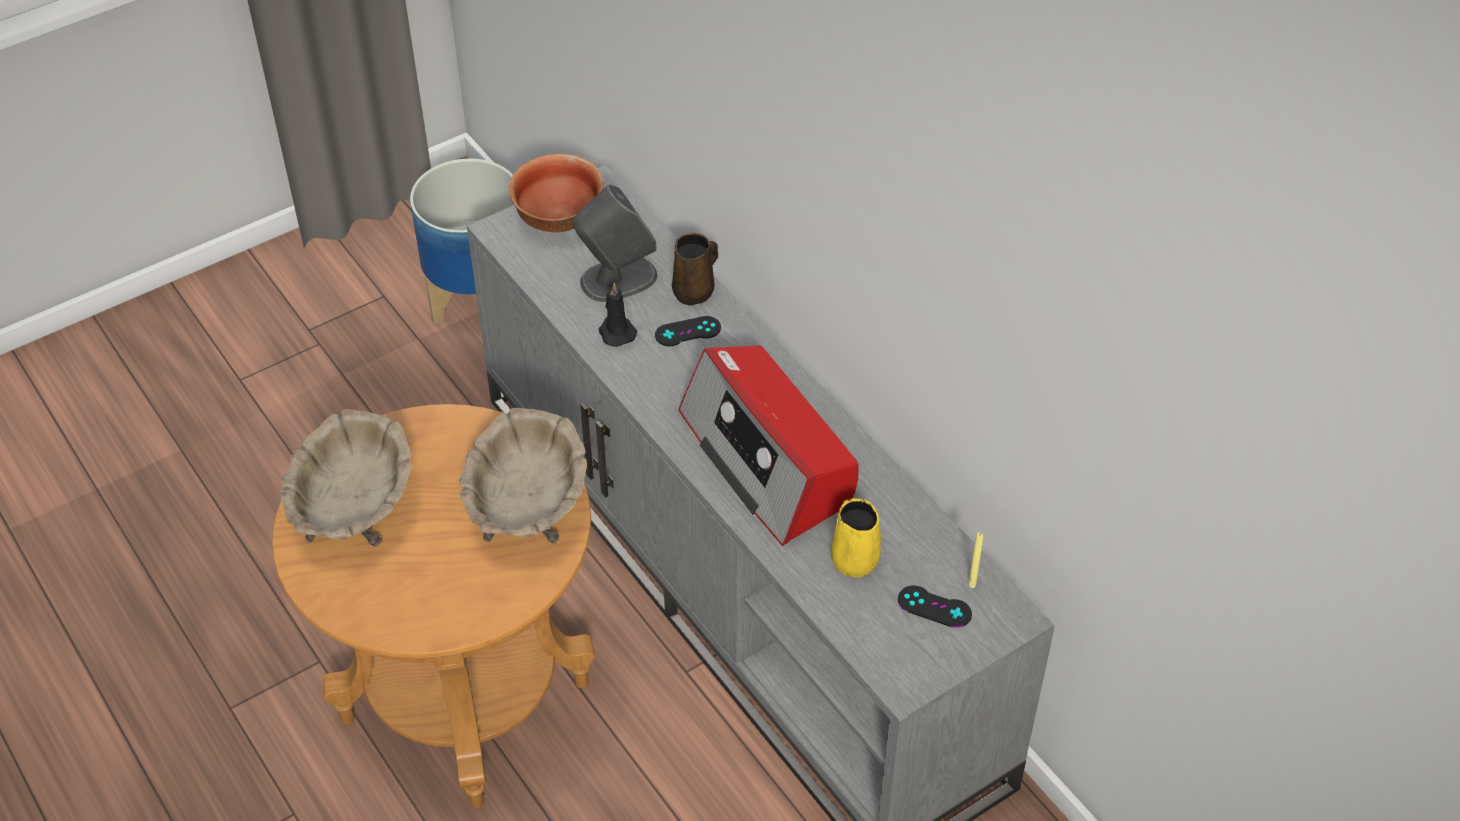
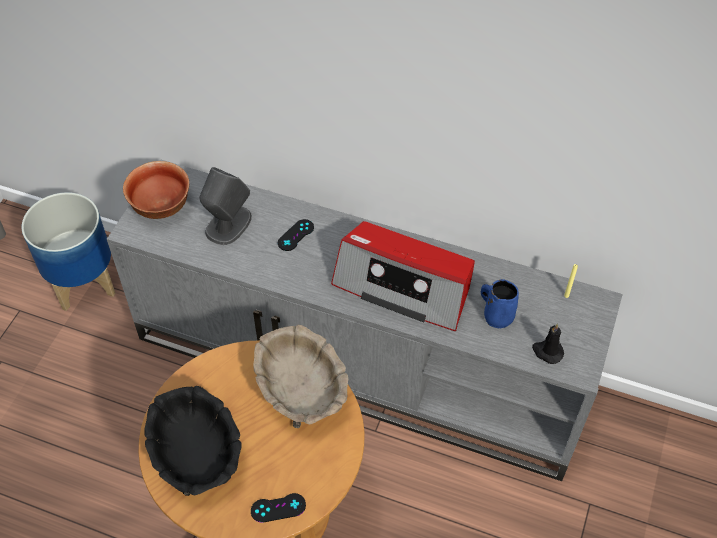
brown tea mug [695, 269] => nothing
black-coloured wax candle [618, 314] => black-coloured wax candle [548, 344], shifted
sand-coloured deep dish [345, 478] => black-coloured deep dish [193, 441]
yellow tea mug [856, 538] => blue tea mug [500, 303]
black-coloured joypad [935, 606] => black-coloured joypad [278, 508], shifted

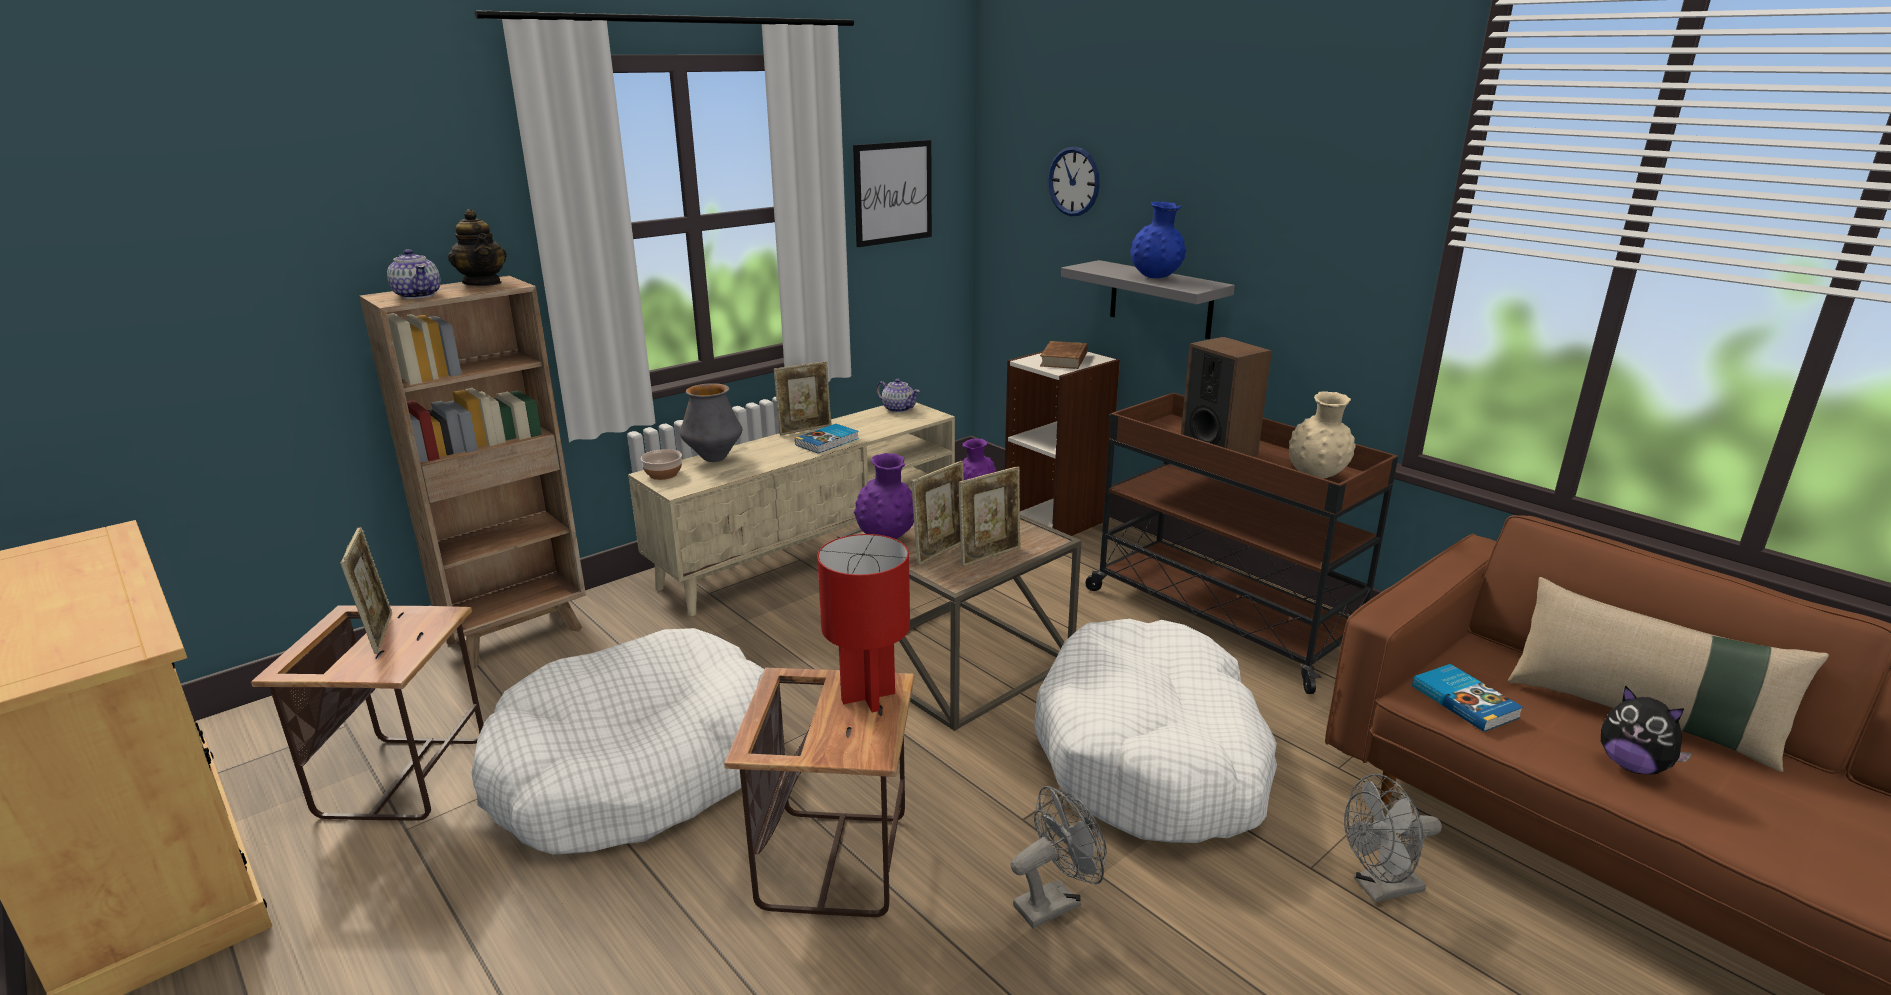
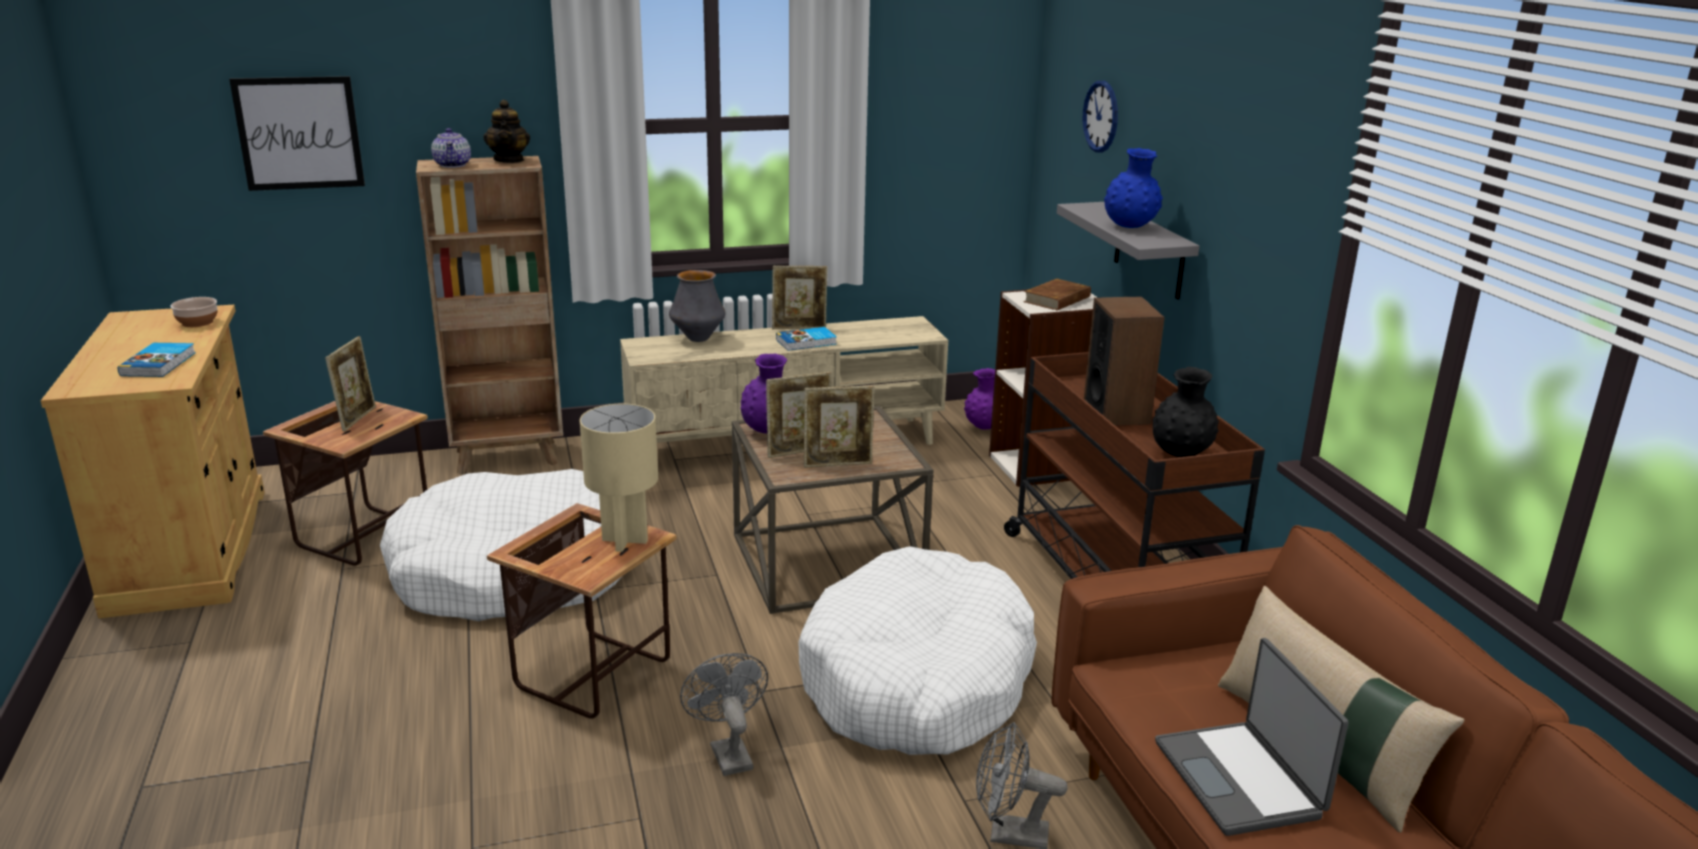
wall picture [892, 193] => wall picture [297, 133], shifted
pot for tea [898, 396] => nothing
sand-coloured vase [1322, 434] => black-coloured vase [1185, 412]
deep dish [661, 464] => deep dish [193, 312], shifted
red lamp for a table [863, 623] => sand-coloured lamp for a table [619, 478]
bound book [1467, 698] => bound book [157, 360], shifted
soft toy [1647, 729] => laptop [1252, 737]
greyish fan [1058, 857] => greyish fan [724, 714], 105 degrees counterclockwise

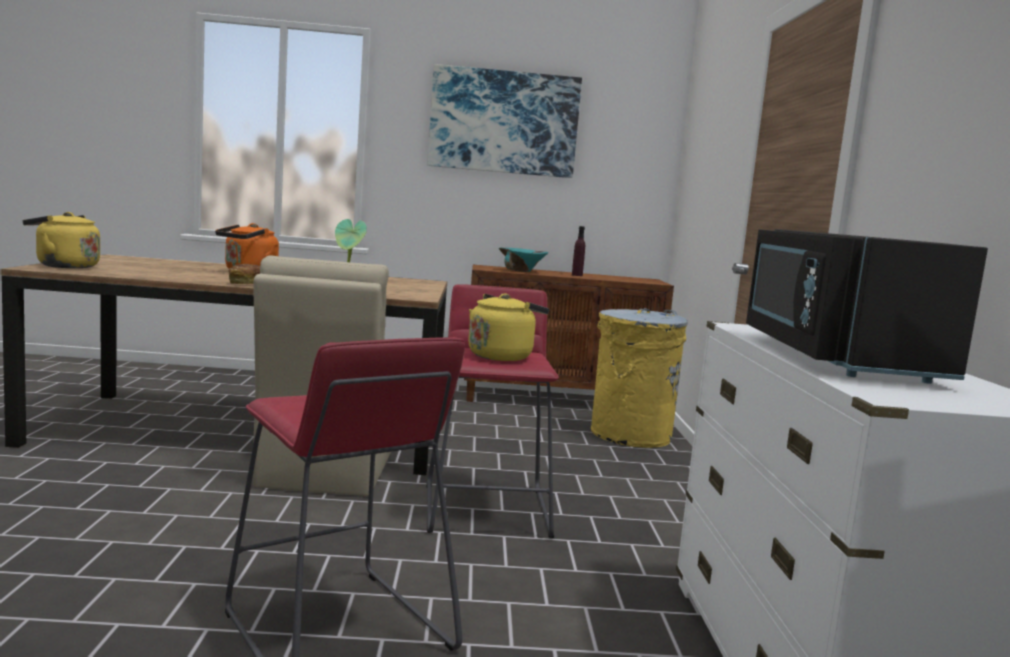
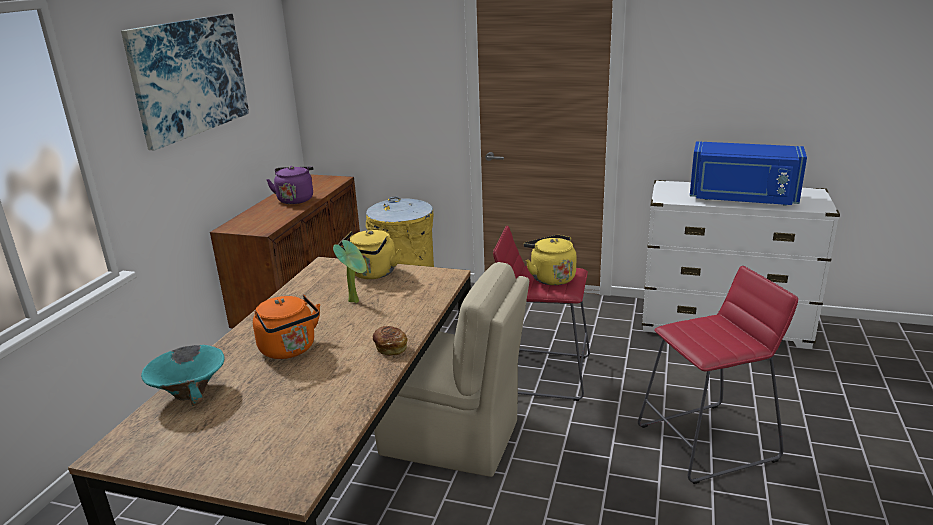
yellow water kettle [61, 240] => yellow water kettle [369, 254], shifted
purple bottle [578, 251] => purple water kettle [290, 185]
black-coloured kitchen microwave [867, 306] => blue kitchen microwave [748, 173]
turquoise deep dish [523, 259] => turquoise deep dish [183, 375], shifted

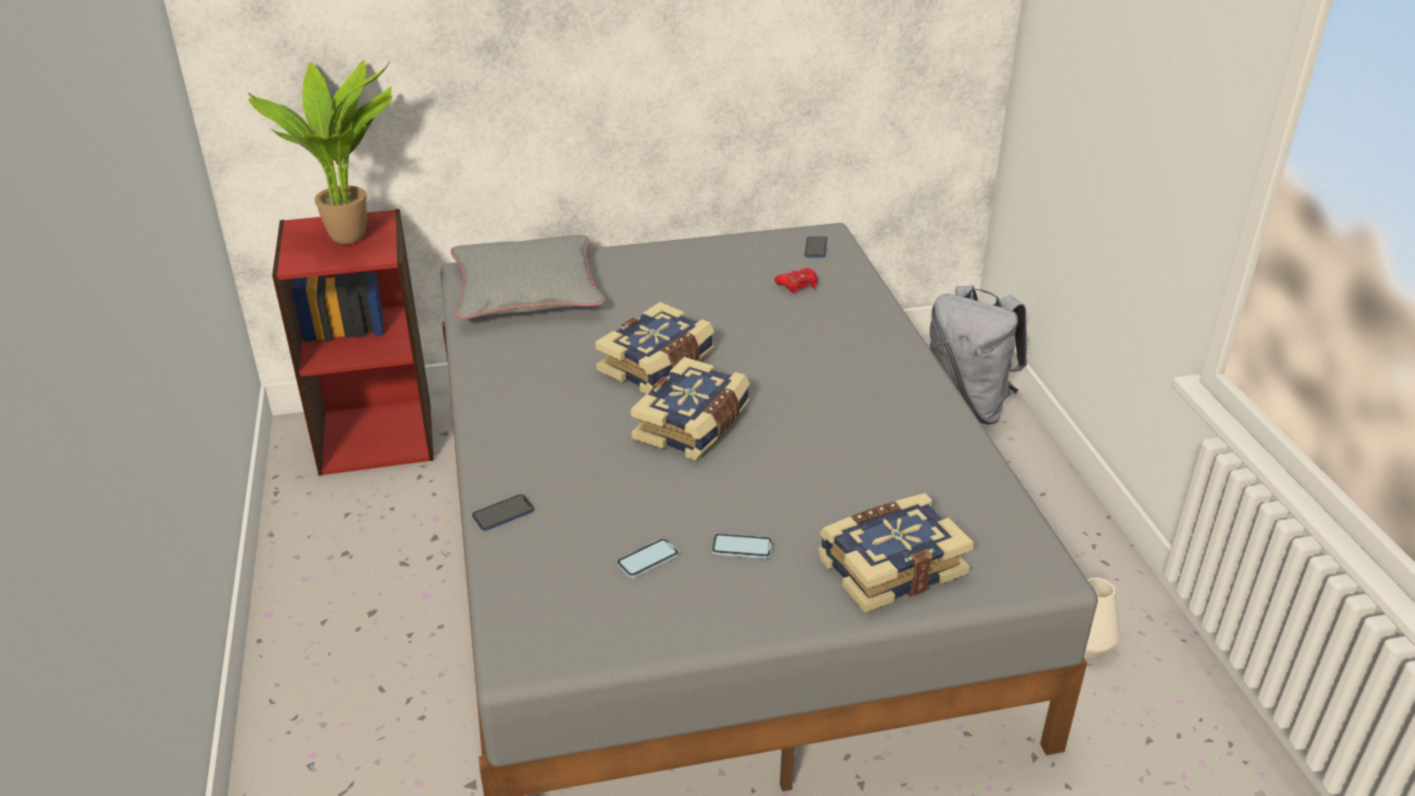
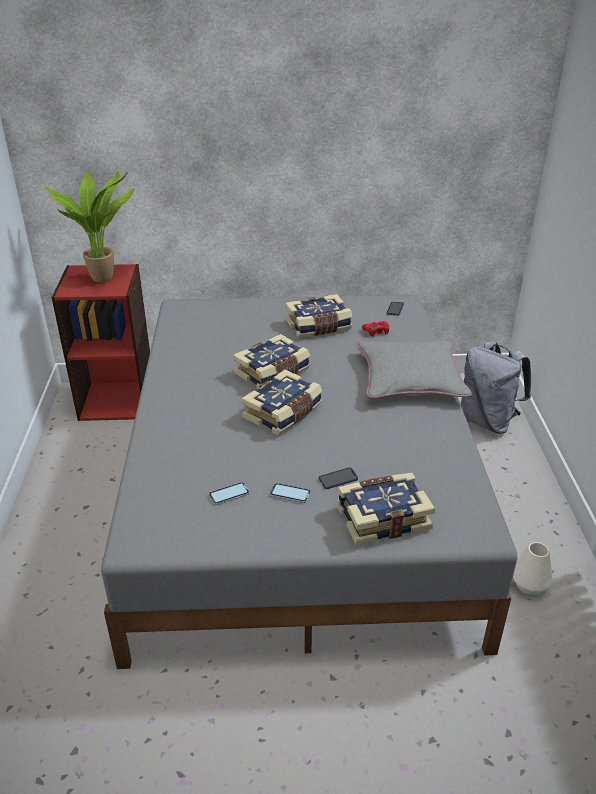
greyish throw pillow [528, 277] => greyish throw pillow [414, 369], shifted
phone [503, 512] => phone [338, 478], shifted
nothing => bound book [318, 316]

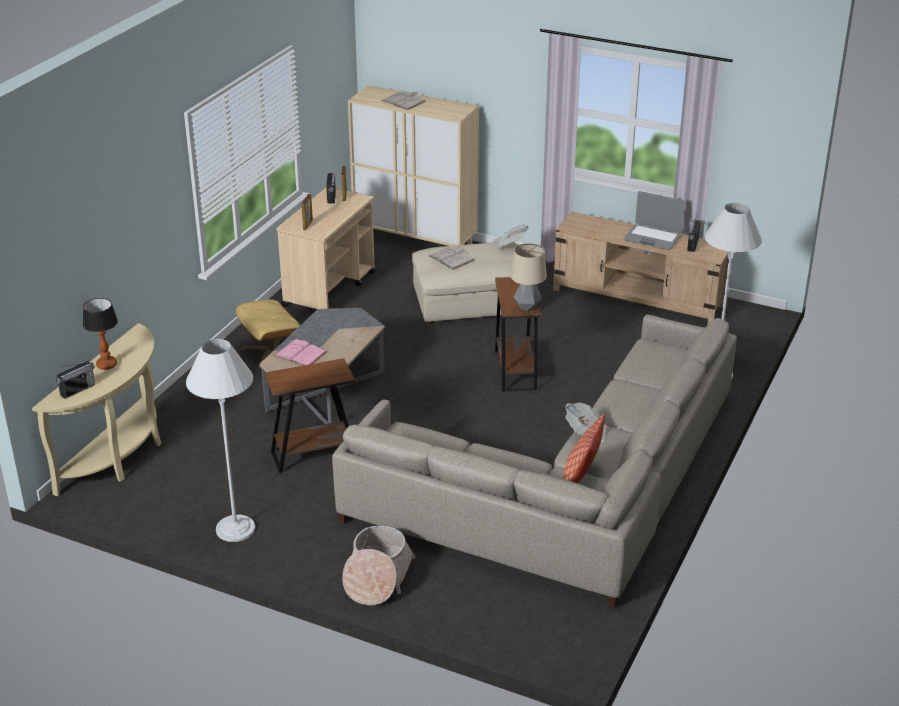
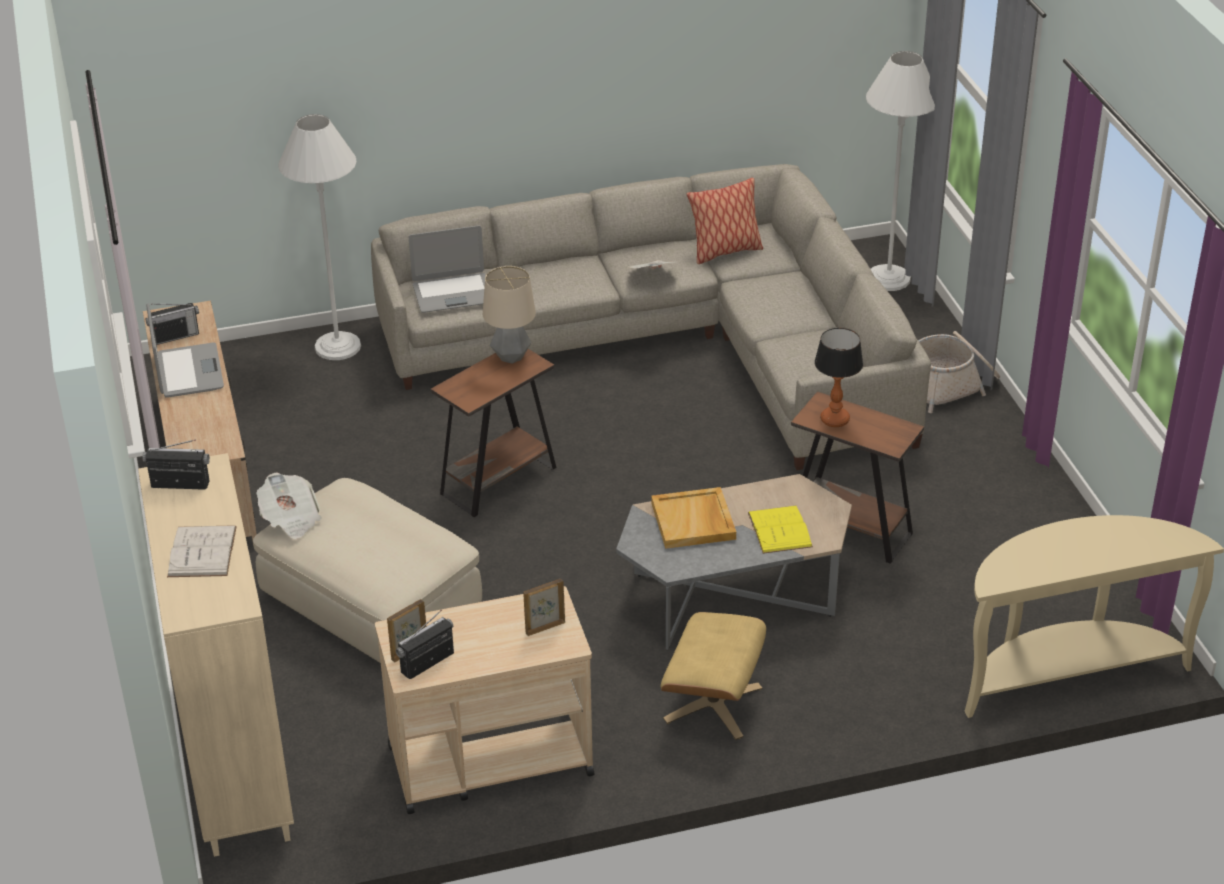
white-coloured bound book [451, 257] => nothing
lamp for a table [100, 334] => lamp for a table [838, 377], shifted
white-coloured floor lamp [221, 440] => white-coloured floor lamp [900, 171], shifted
pink bound book [300, 352] => yellow bound book [780, 530]
radio set [75, 380] => radio set [176, 465], shifted
nothing => laptop [447, 269]
nothing => sand-coloured carrying tray [693, 518]

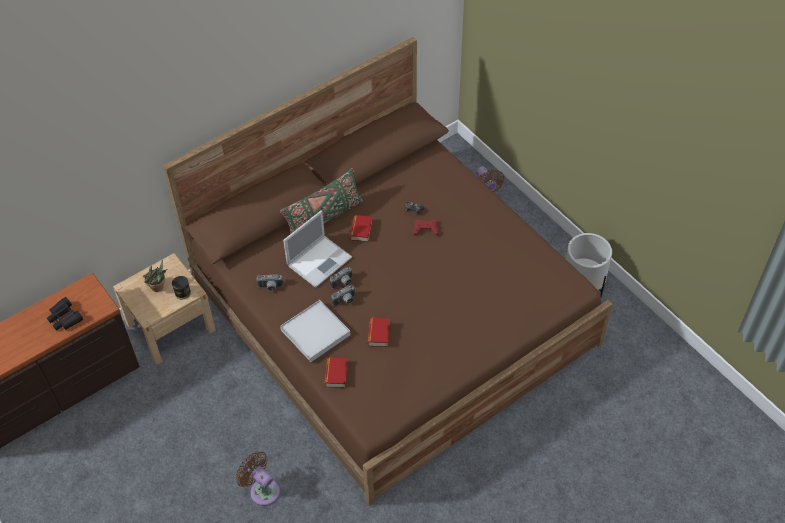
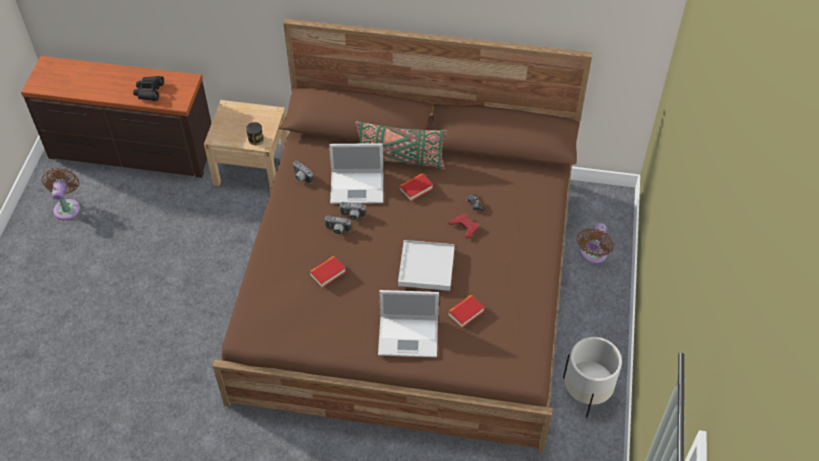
potted plant [154, 275] => nothing
white-coloured carrying tray [315, 331] => white-coloured carrying tray [426, 265], shifted
bound book [336, 373] => bound book [466, 311], shifted
brown fan [258, 478] => brown fan [61, 194], shifted
nothing => laptop [408, 323]

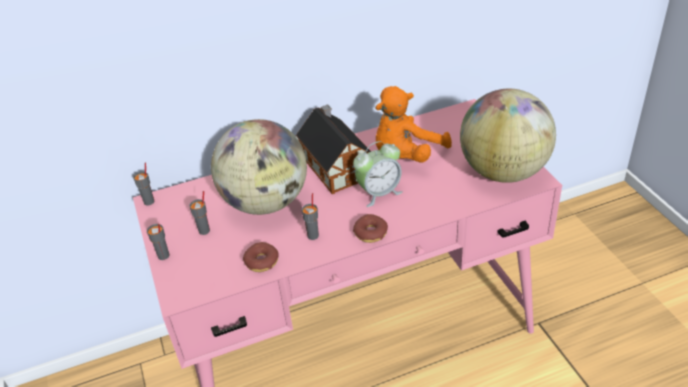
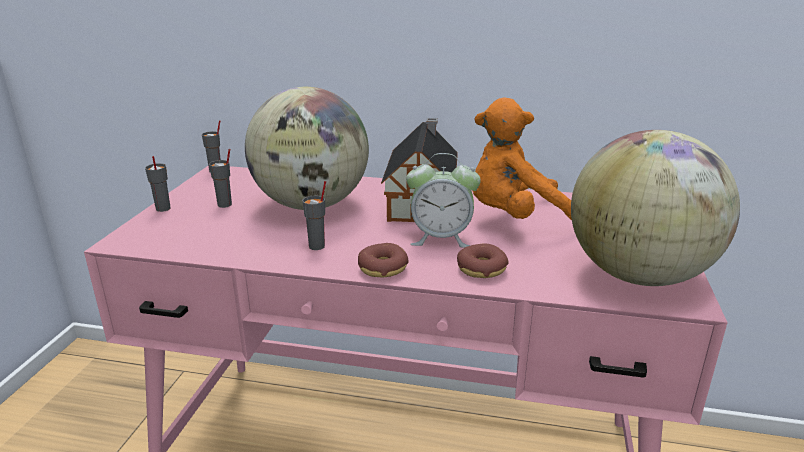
ring doughnut [261, 257] => ring doughnut [483, 260], shifted

